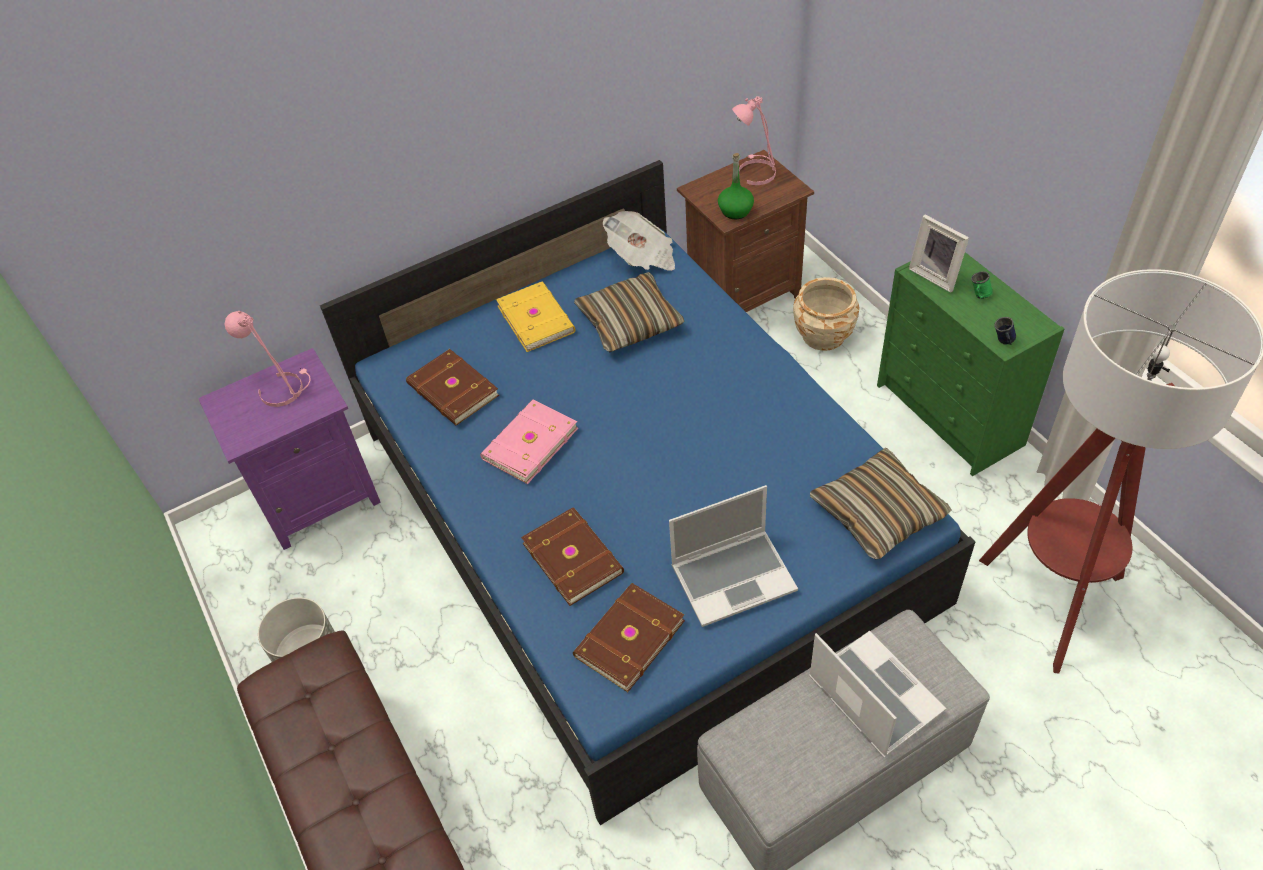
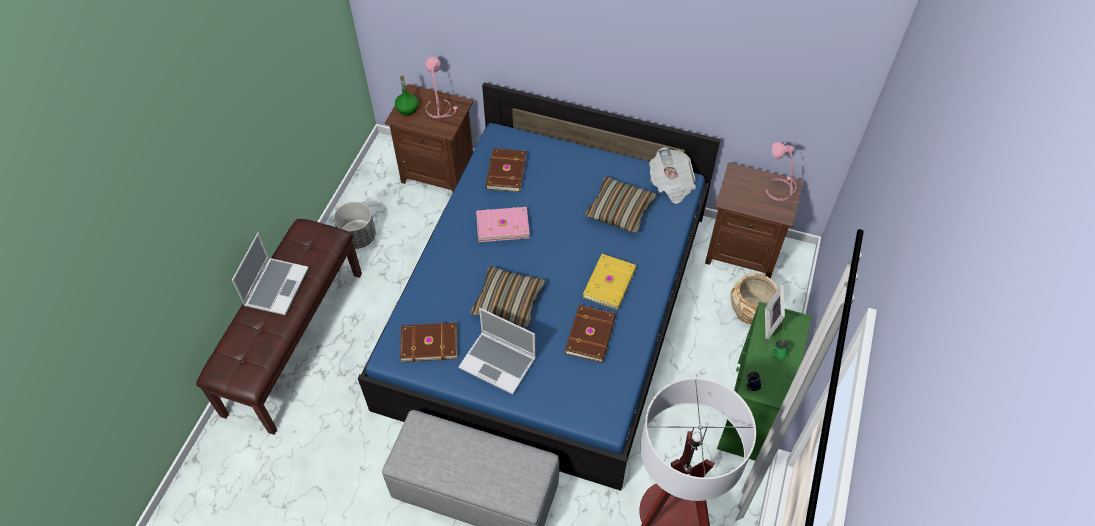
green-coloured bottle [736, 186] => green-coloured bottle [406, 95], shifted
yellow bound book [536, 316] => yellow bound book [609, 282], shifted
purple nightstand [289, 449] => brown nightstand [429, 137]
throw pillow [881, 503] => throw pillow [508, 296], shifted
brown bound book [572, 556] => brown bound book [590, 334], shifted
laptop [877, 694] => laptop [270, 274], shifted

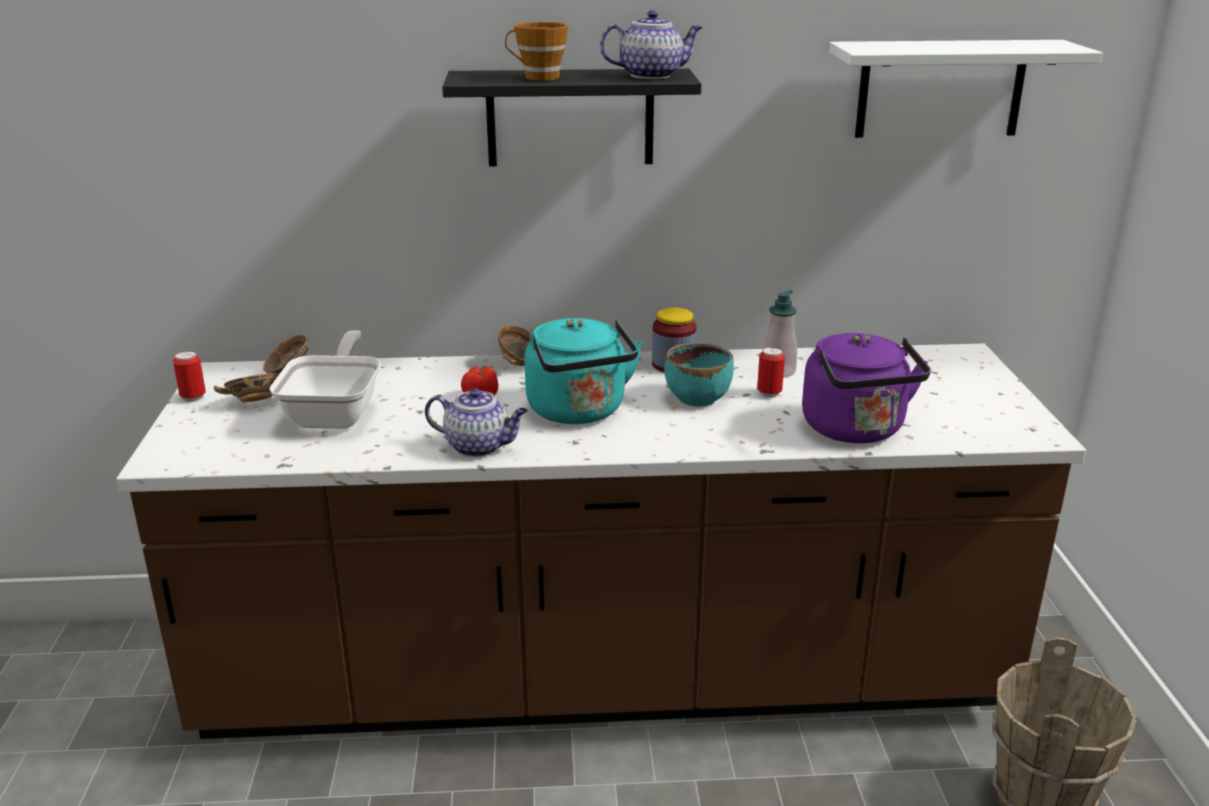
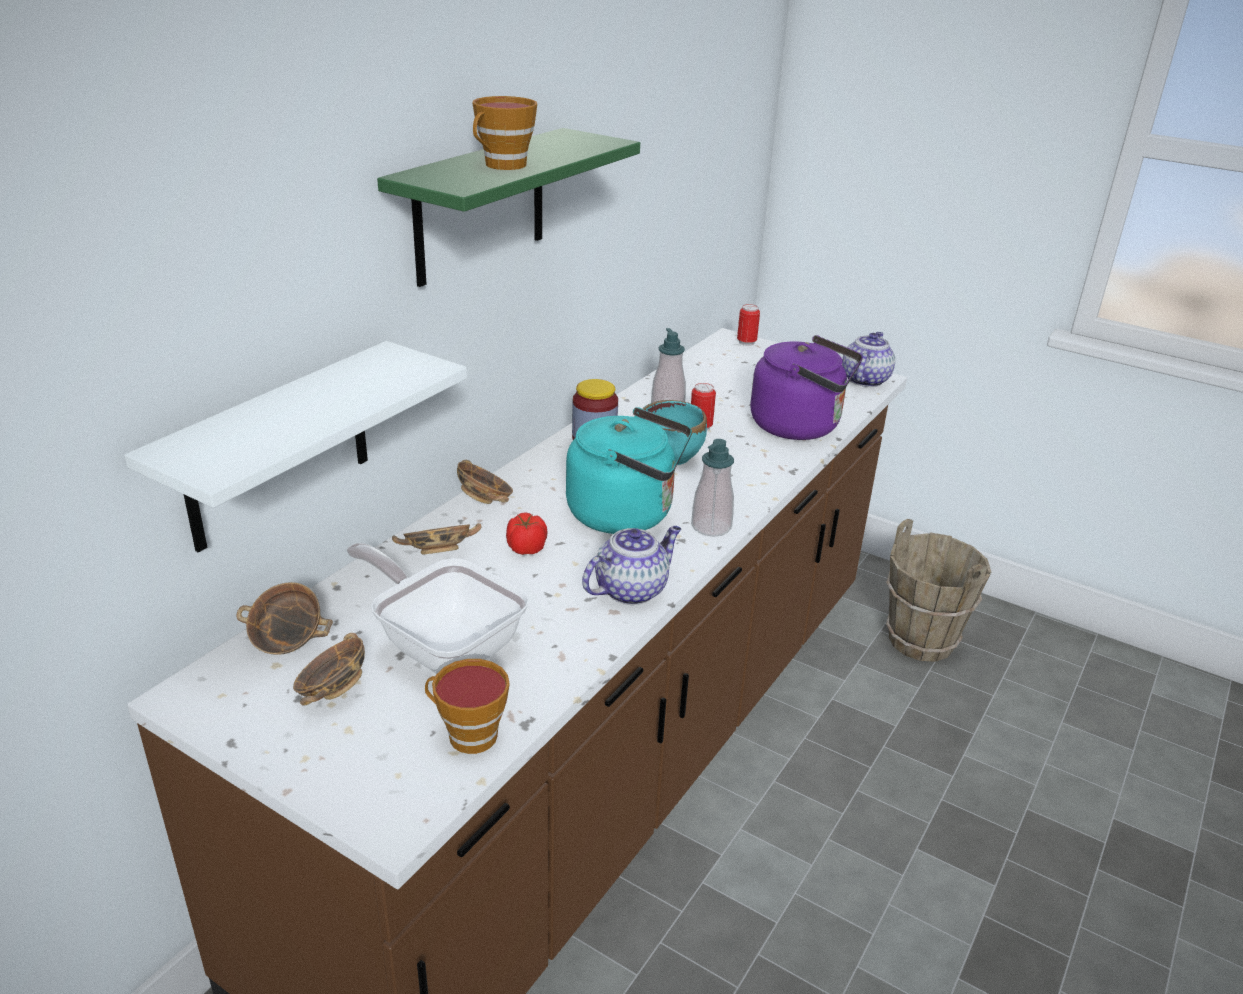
pot for tea [651, 44] => pot for tea [868, 359], shifted
white-coloured bracket shelf [966, 89] => white-coloured bracket shelf [295, 447], shifted
black-coloured bracket shelf [571, 117] => green-coloured bracket shelf [508, 207]
can [189, 376] => can [748, 325], shifted
nothing => soap dispenser [712, 488]
nothing => deep dish [437, 539]
nothing => drinking cup [467, 706]

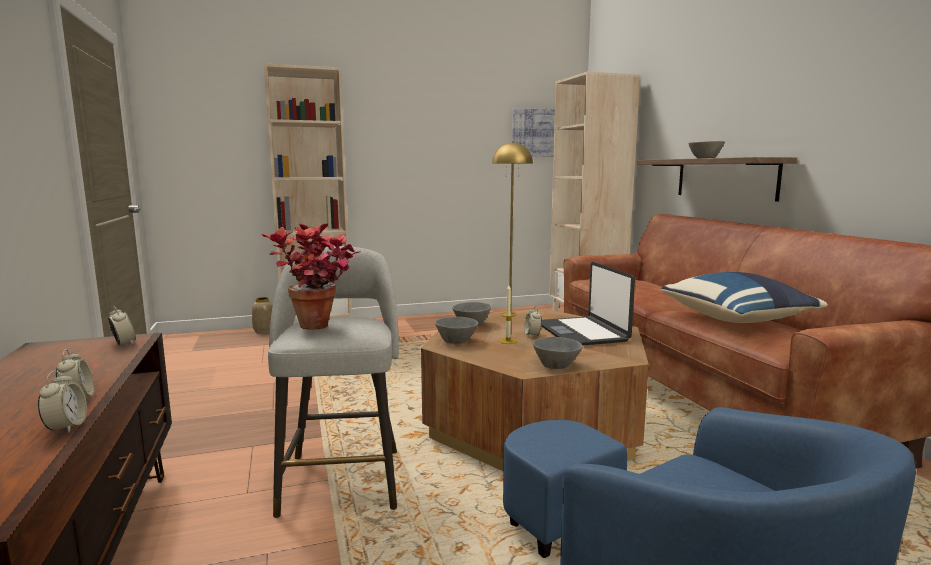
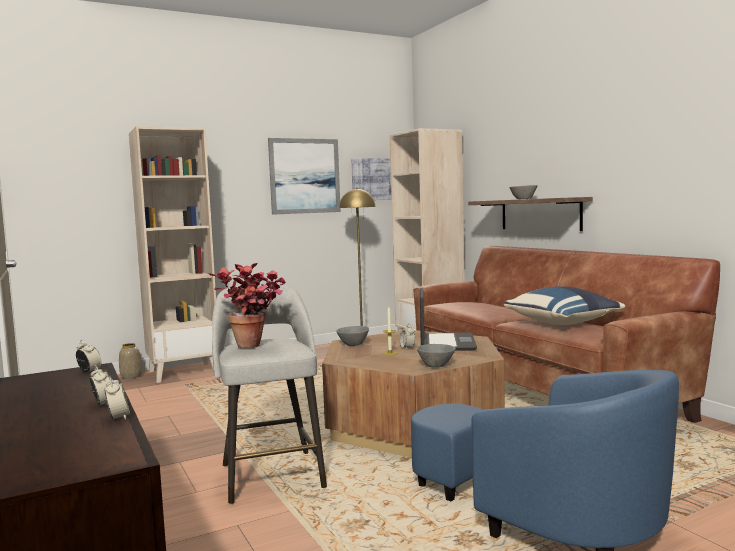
laptop [588, 303] => laptop [448, 319], 150 degrees counterclockwise
greyish deep dish [456, 330] => nothing
nothing => wall picture [304, 176]

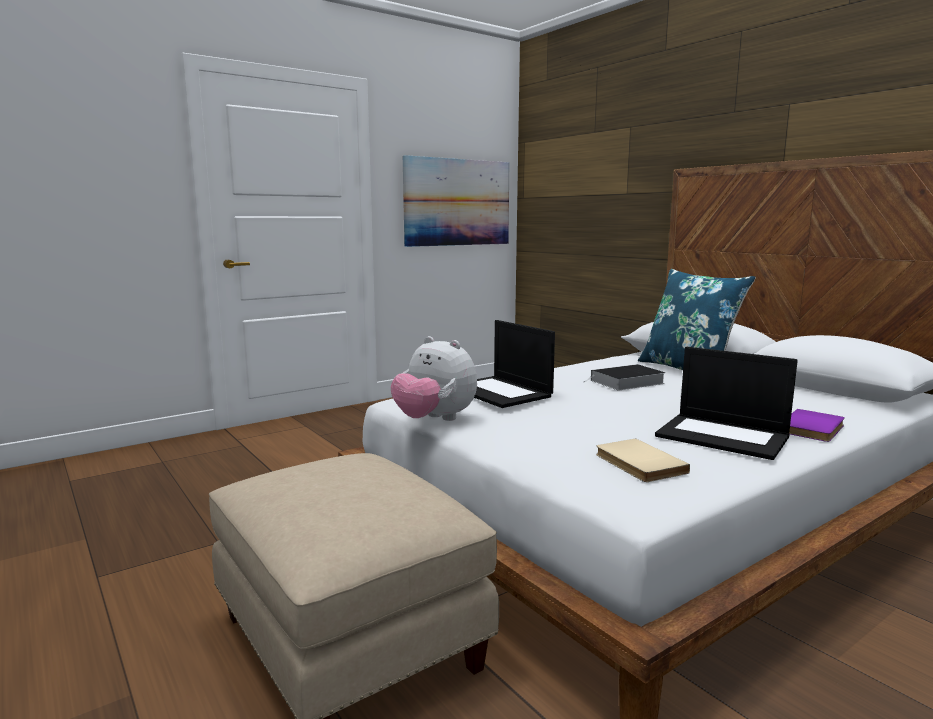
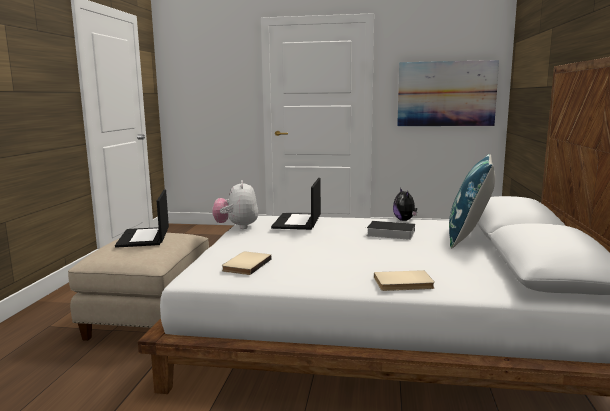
laptop [726, 403] => laptop [142, 218], shifted
purple bound book [817, 425] => sand-coloured bound book [404, 280]
nothing => soft toy [405, 204]

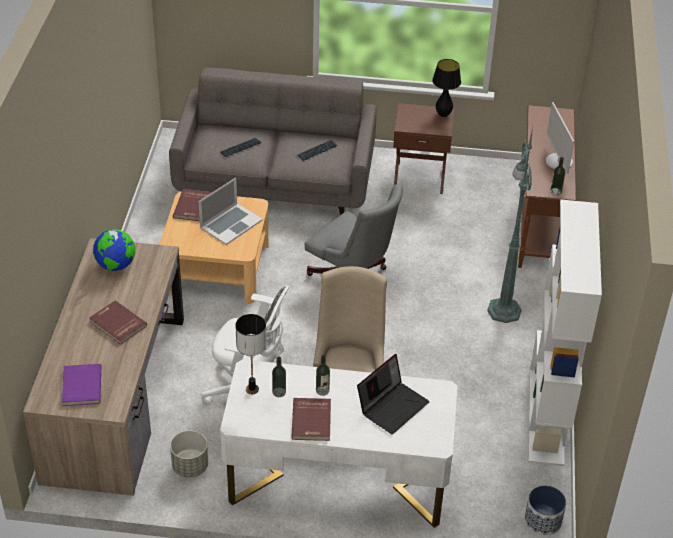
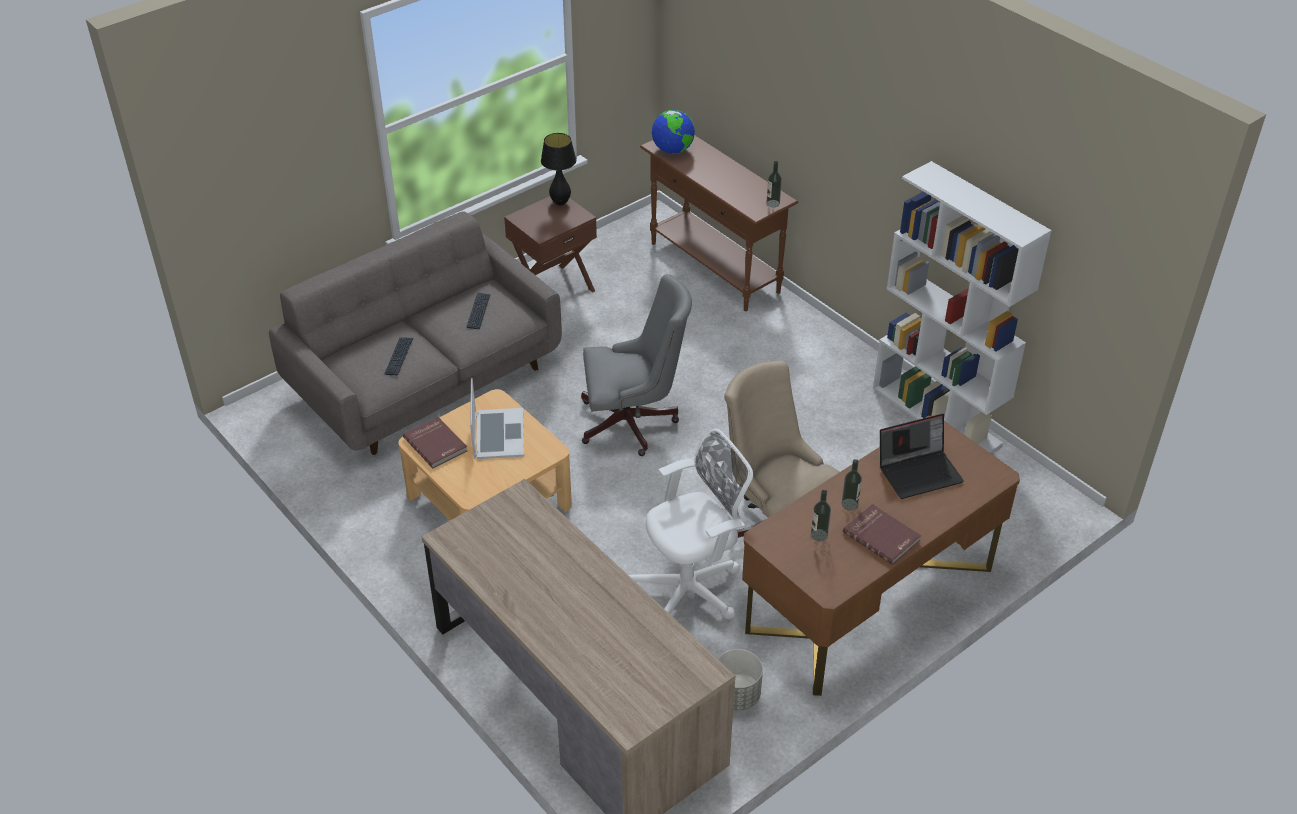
monitor [560, 137] => nothing
green-coloured floor lamp [510, 225] => nothing
globe [114, 250] => globe [673, 132], shifted
red bound book [118, 322] => nothing
lamp for a table [250, 354] => nothing
laptop [393, 394] => laptop [922, 456], 75 degrees clockwise
white-coloured desk [339, 443] => brown desk [881, 556]
purple bound book [81, 385] => nothing
planter [545, 510] => nothing

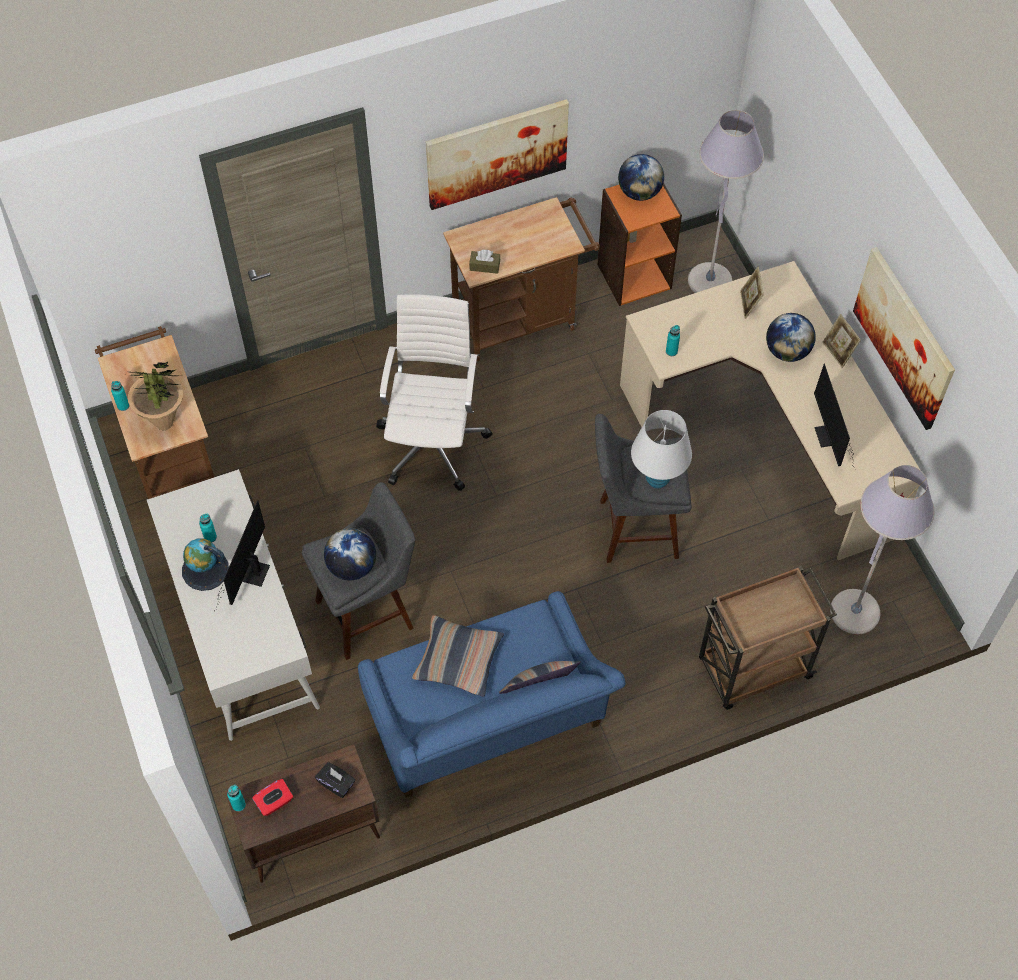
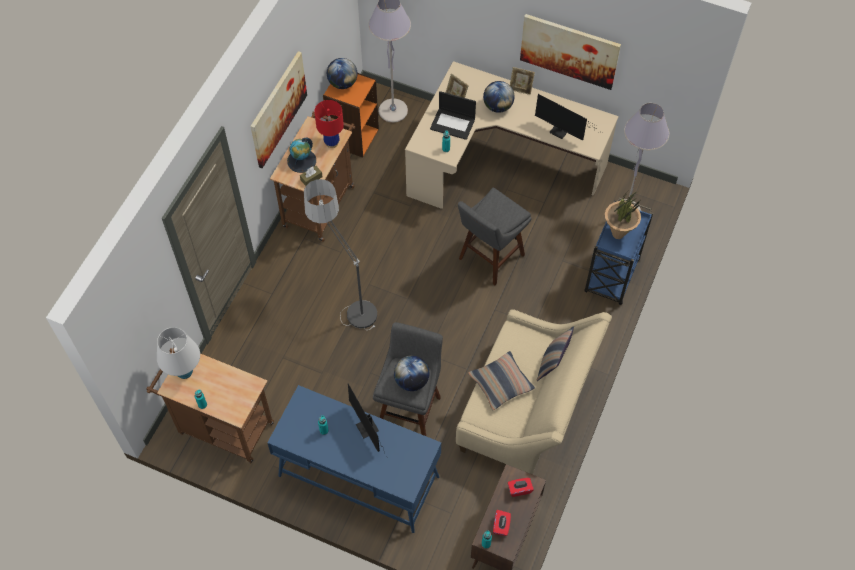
white-coloured desk chair [434, 392] => floor lamp [340, 254]
potted plant [154, 396] => potted plant [623, 215], shifted
white-coloured lamp for a table [661, 449] => white-coloured lamp for a table [178, 353], shifted
white-coloured desk [233, 605] => blue desk [354, 459]
globe [205, 564] => globe [301, 155], shifted
brown cart [768, 638] => blue cart [618, 251]
blue sofa [492, 694] => sand-coloured sofa [534, 391]
black-coloured box of tissues [335, 780] => red box of tissues [521, 487]
nothing => laptop [453, 115]
nothing => red lamp for a table [329, 124]

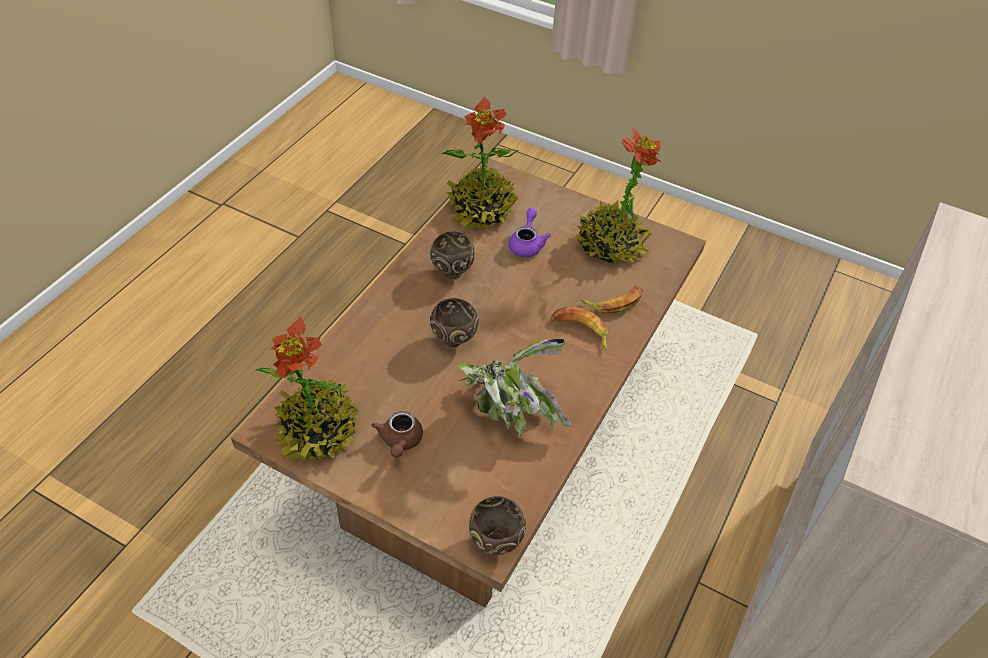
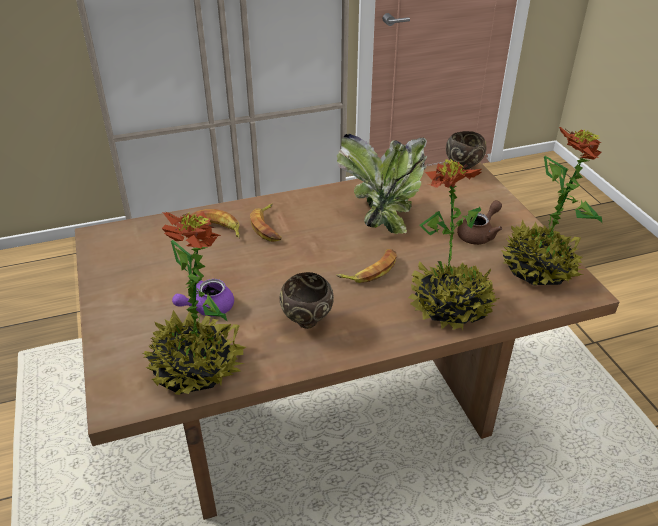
potted plant [618, 196] => potted plant [454, 244], shifted
brown deep dish [454, 322] => banana fruit [366, 266]

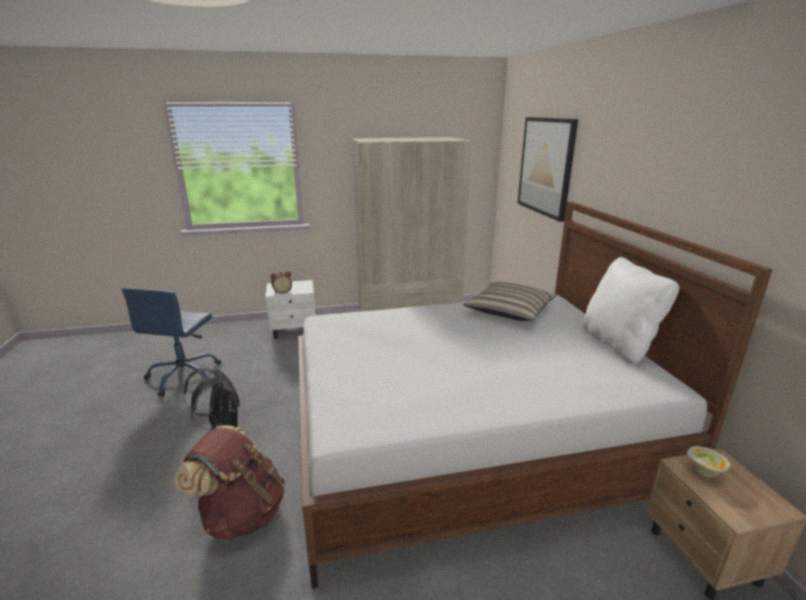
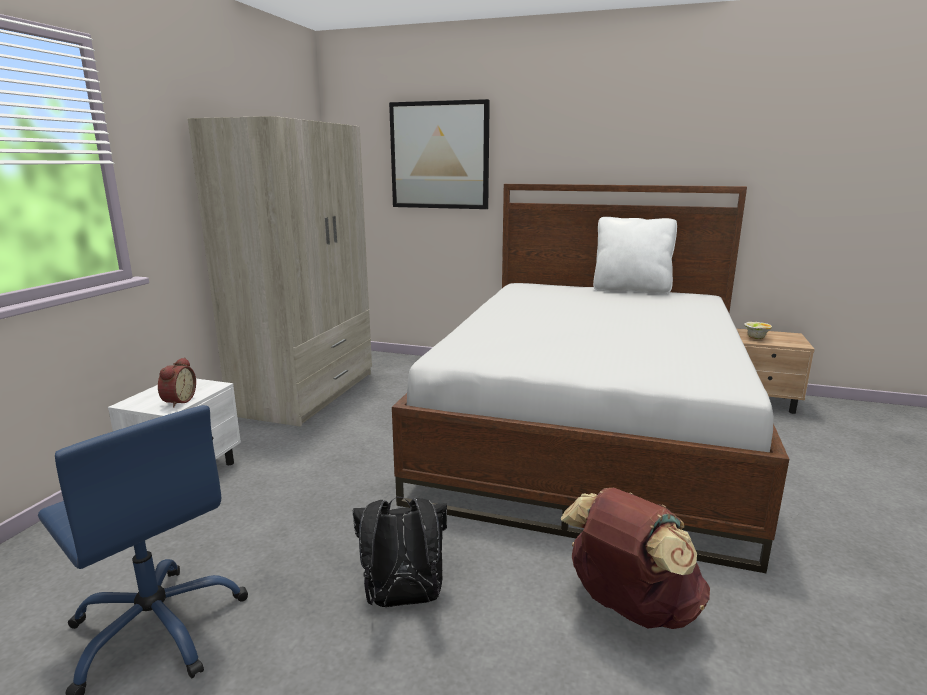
throw pillow [509, 301] => nothing

